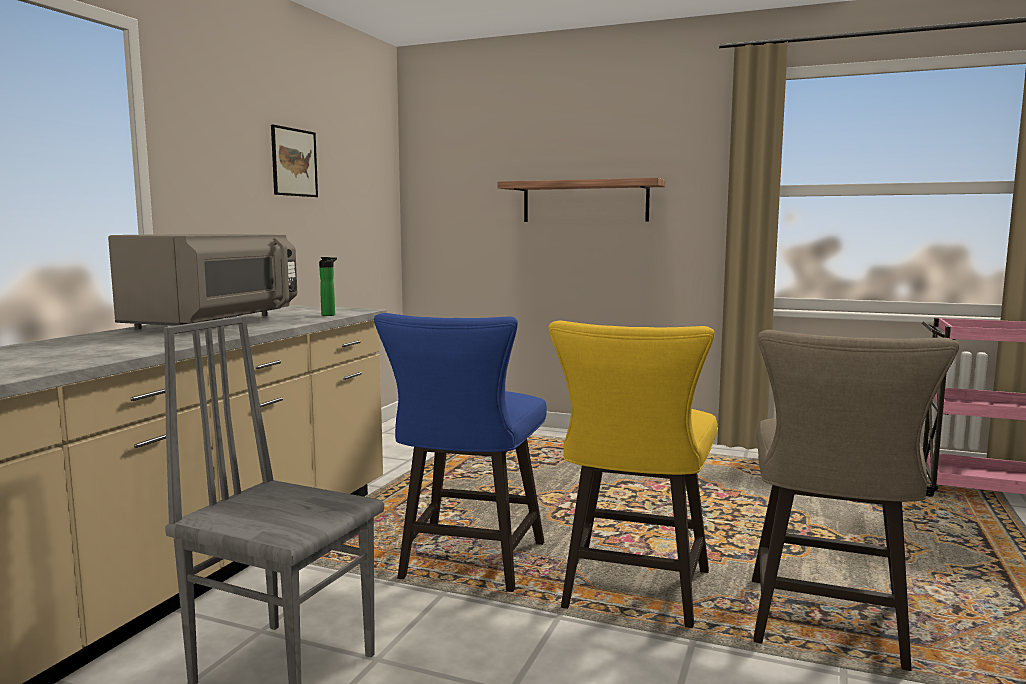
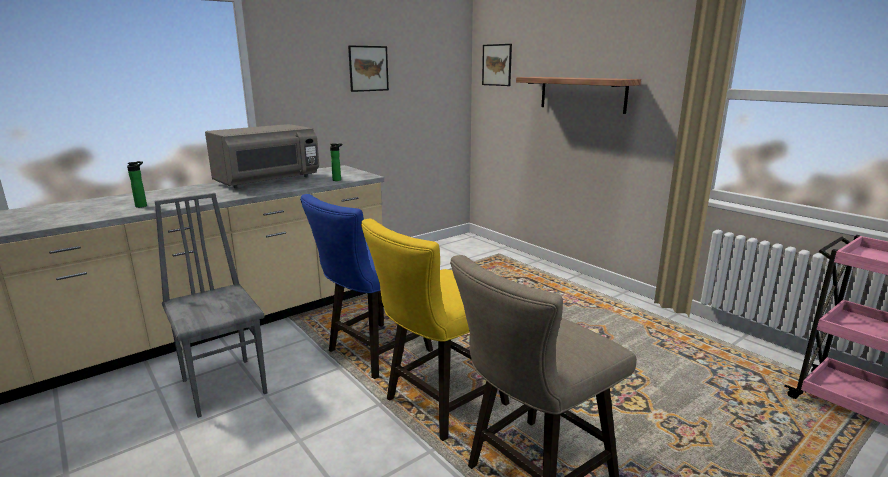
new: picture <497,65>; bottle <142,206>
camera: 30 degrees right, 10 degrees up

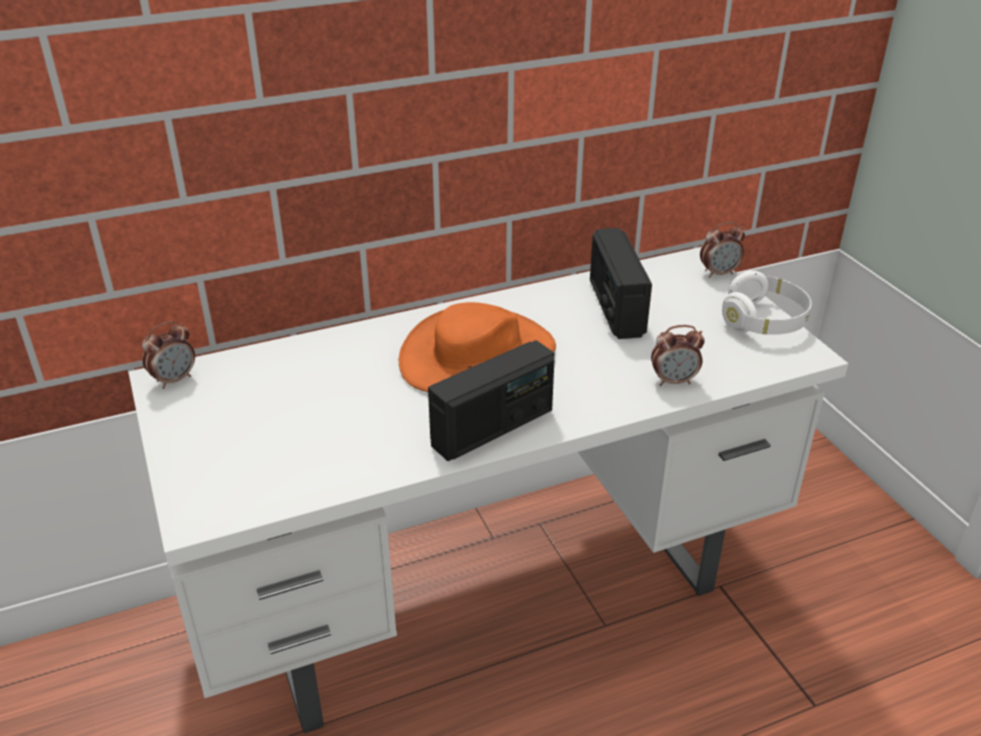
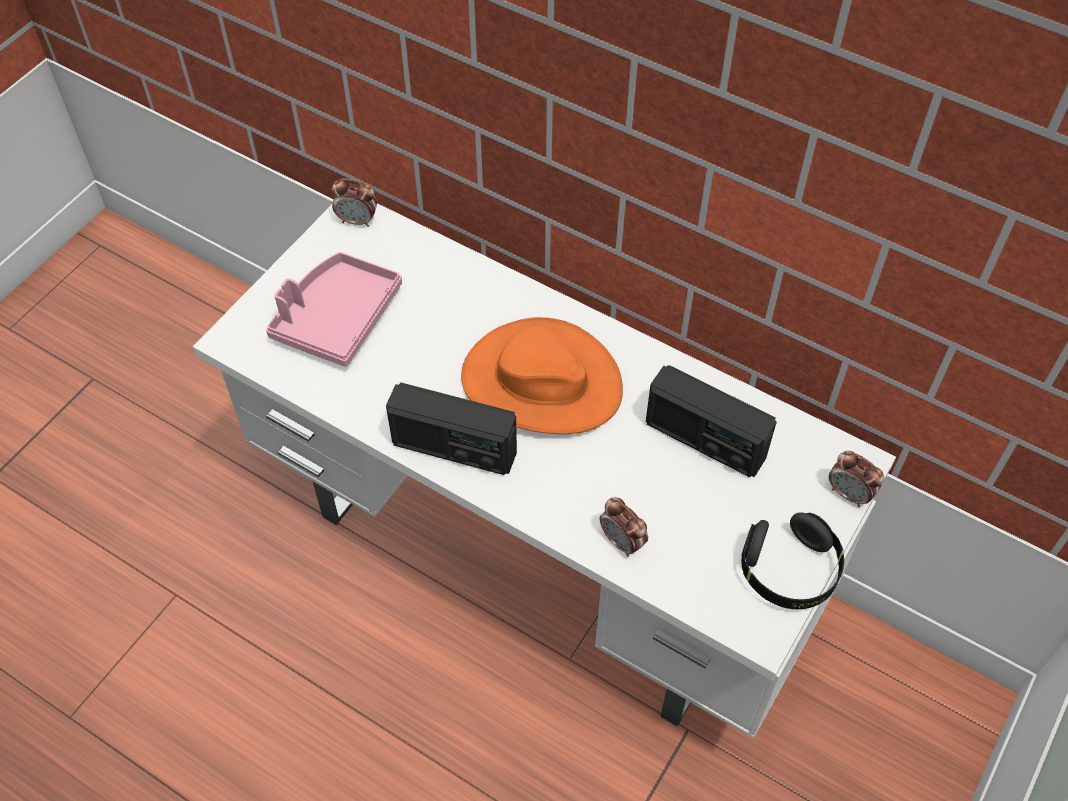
new: pink tray <337,318>
repainted: white headphones <763,321> to black headphones <789,571>
rotated: radio <615,308> = <704,440> 105 degrees counterclockwise
camera: 55 degrees right, 20 degrees up

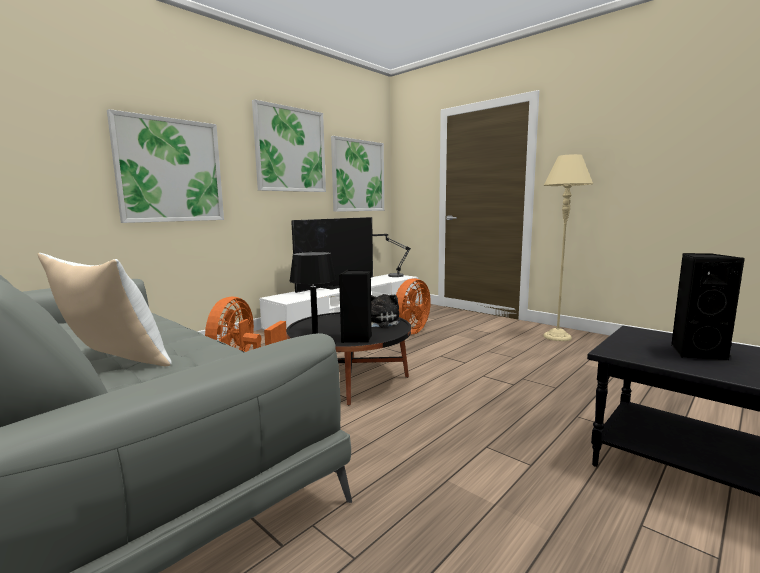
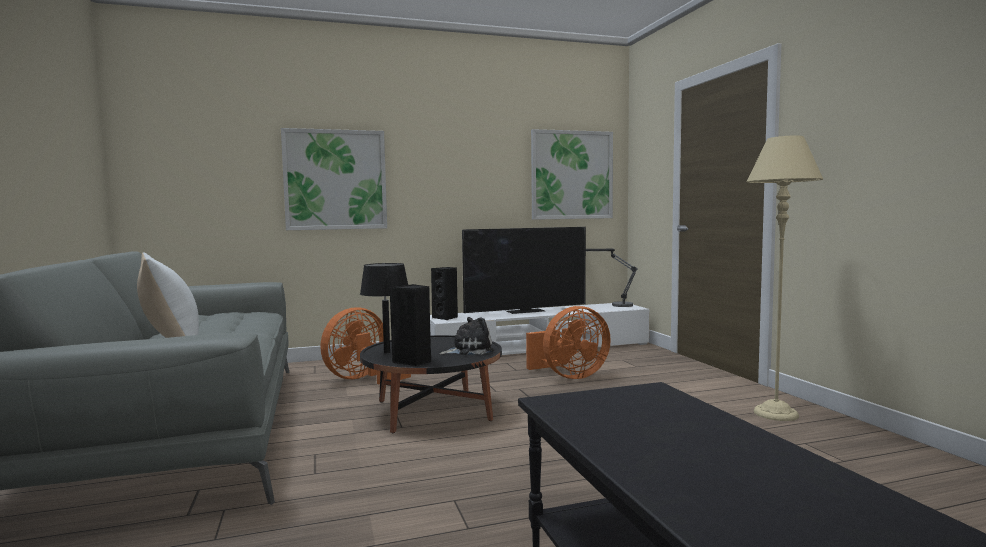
gone: picture <290,150>
shifted: black speaker <695,352> to <446,317>
camera: 30 degrees right, 5 degrees down

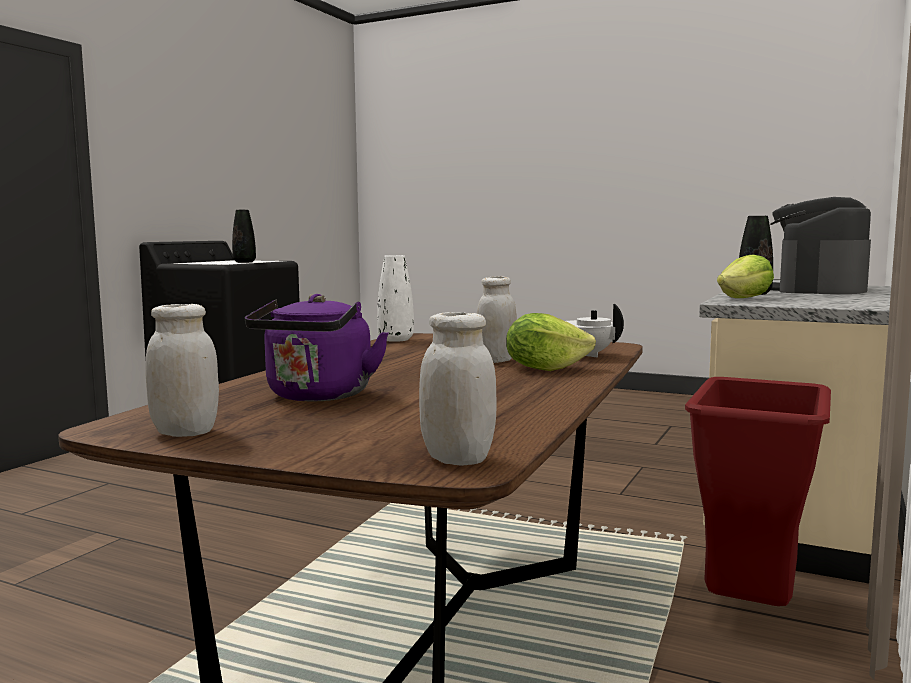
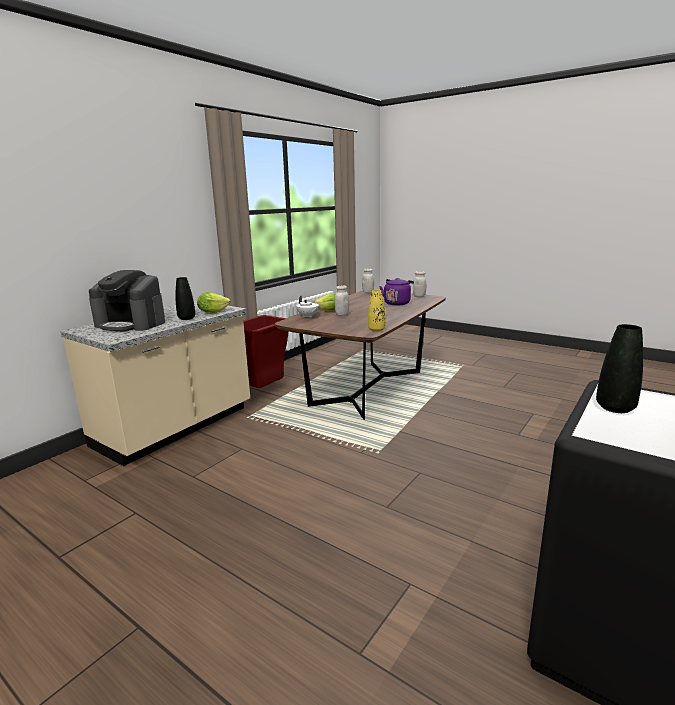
repainted: white vase <396,340> to yellow vase <376,330>
rotated: coffee machine <816,289> = <131,324> 75 degrees clockwise
camera: 170 degrees left, 10 degrees up

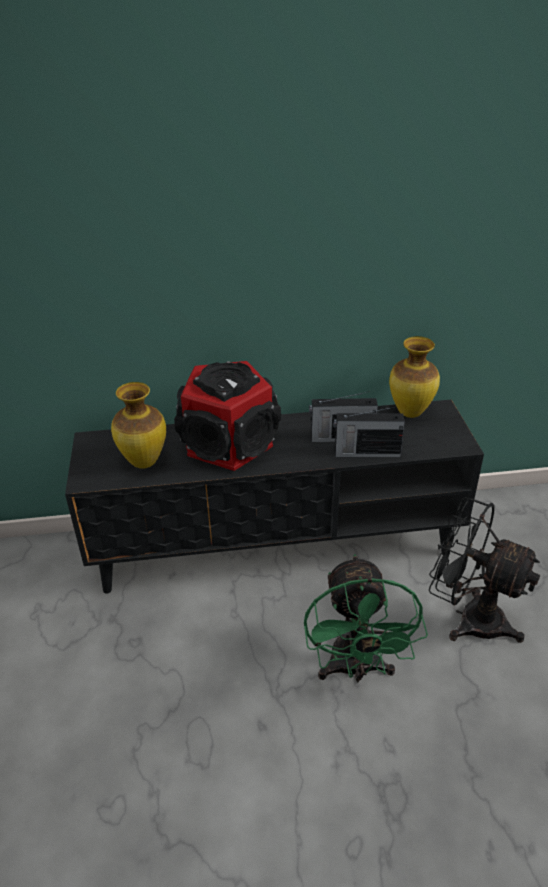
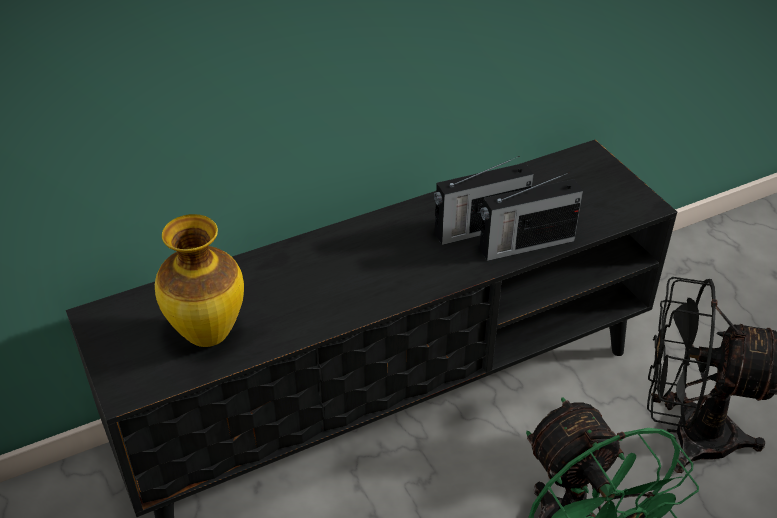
gone: vase <410,413>; speaker <229,443>
camera: 20 degrees left, 5 degrees up

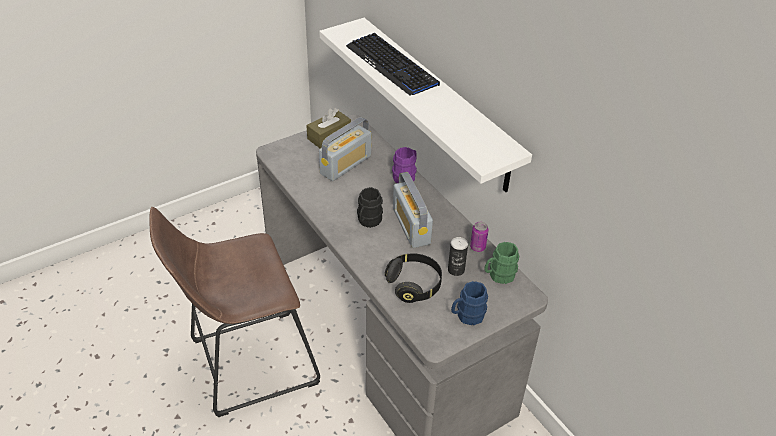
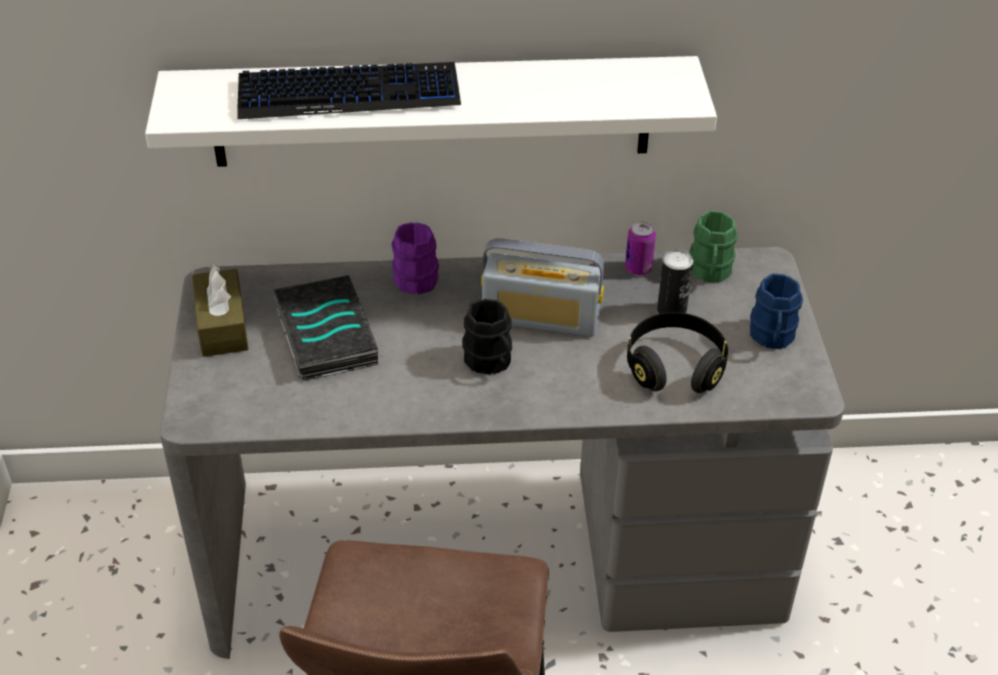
swapped: radio <346,165> to book <323,335>
camera: 60 degrees left, 0 degrees up

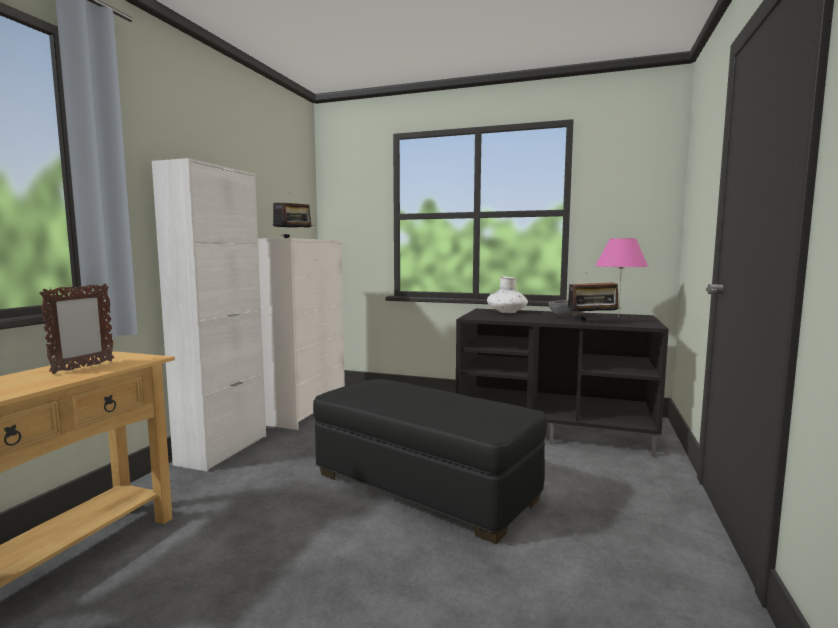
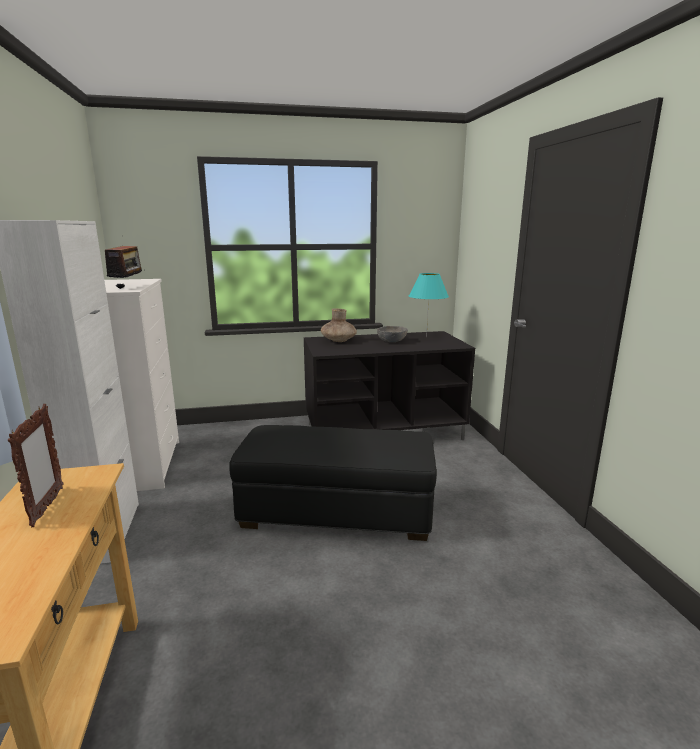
gone: radio <592,322>
repainted: pink table lamp <618,317> to turquoise table lamp <426,337>; white vase <507,312> to brown vase <338,340>
camera: 30 degrees left, 10 degrees up

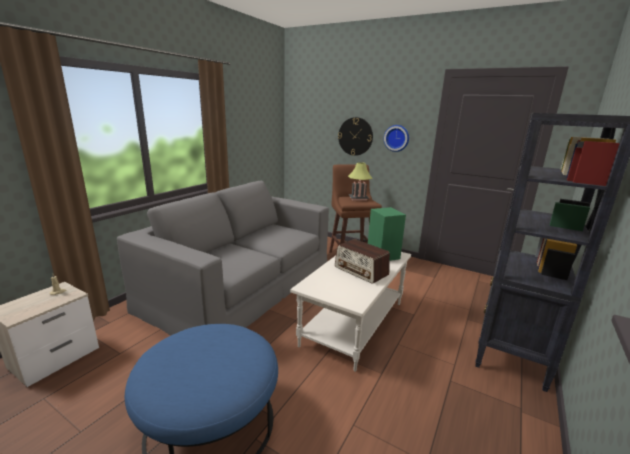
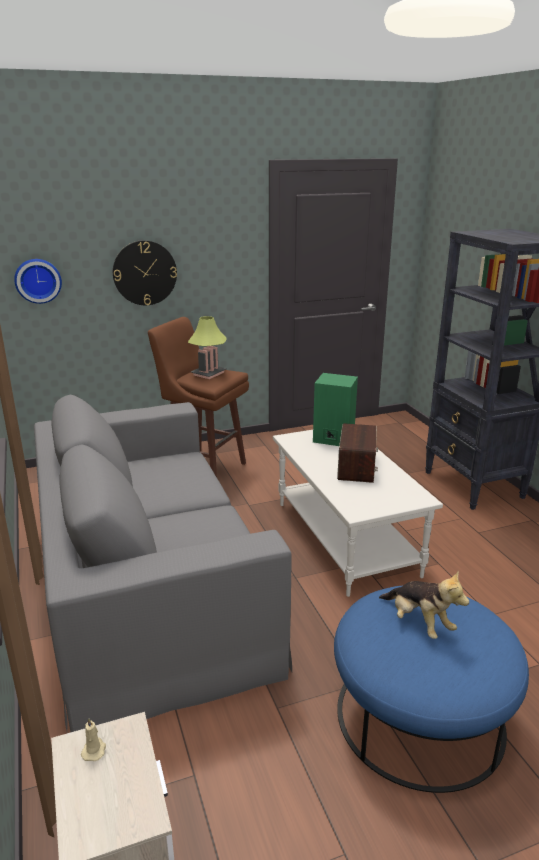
new: plush toy <419,623>
shifted: wall clock <396,138> to <38,280>
rotated: radio <361,271> = <356,466> 75 degrees counterclockwise
camera: 50 degrees left, 5 degrees up

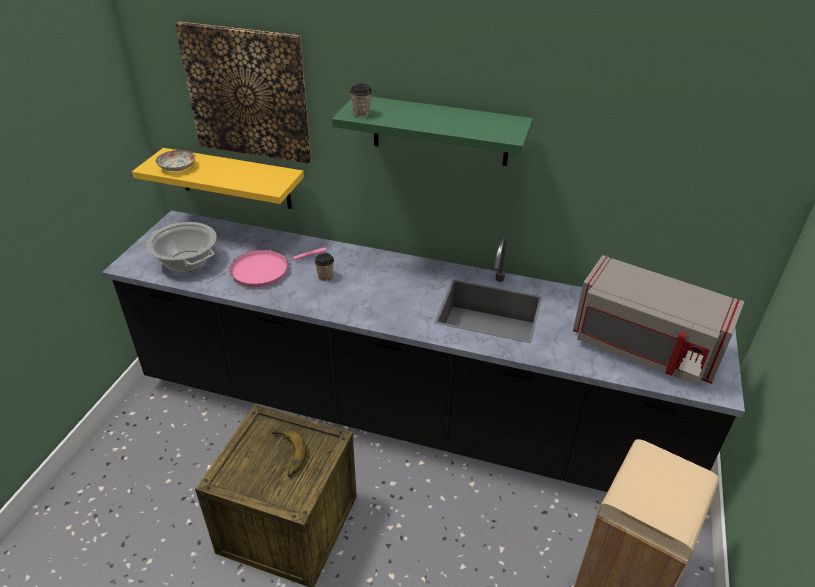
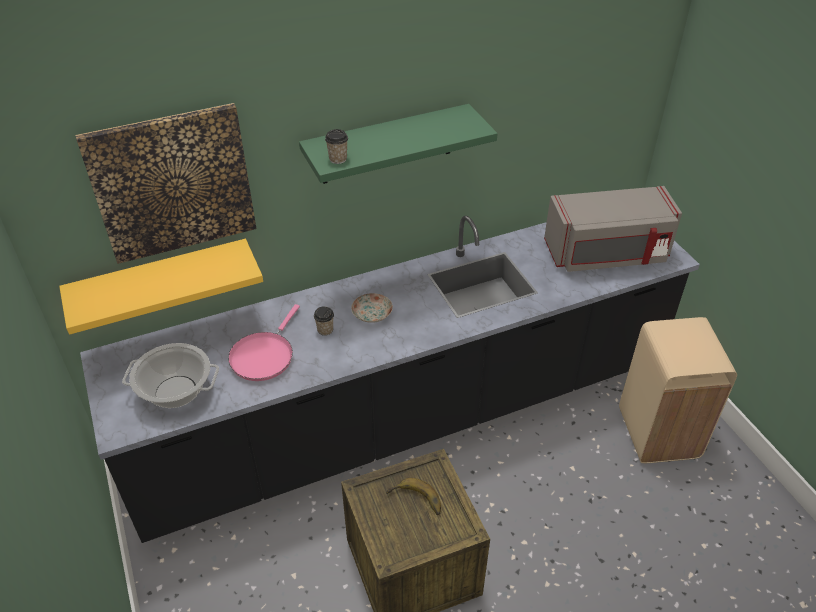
shifted: plate <178,167> to <372,314>
camera: 40 degrees left, 5 degrees up

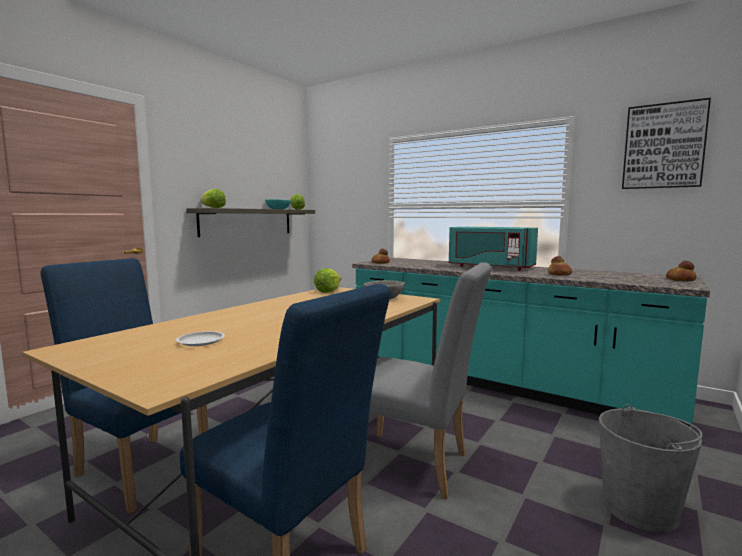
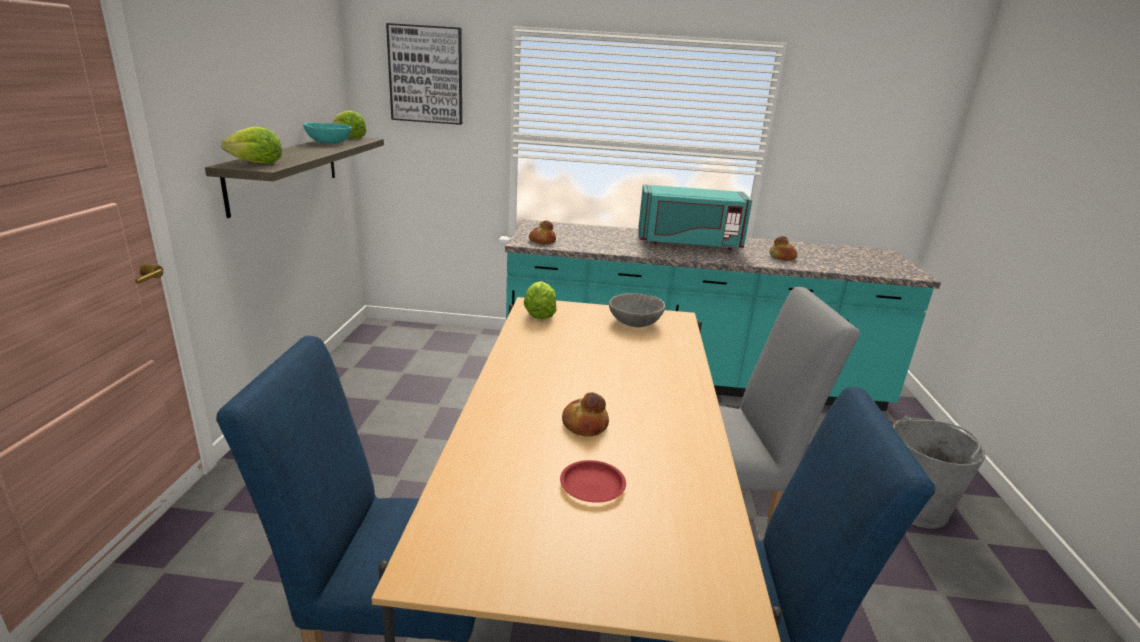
shifted: picture <663,146> to <426,75>; bread <680,280> to <584,424>
repainted: white plate <201,341> to red plate <592,485>
camera: 30 degrees left, 15 degrees up

